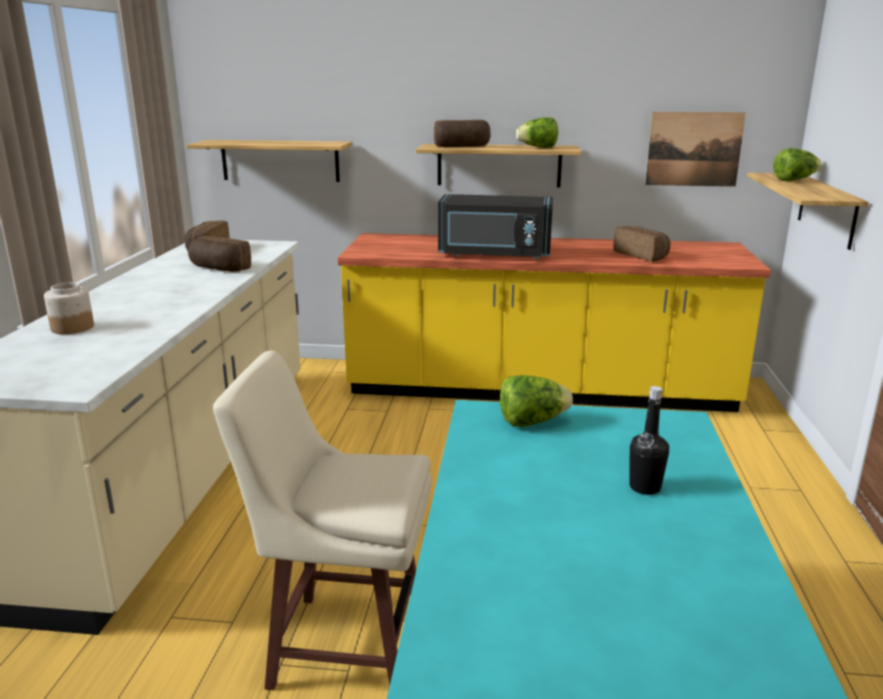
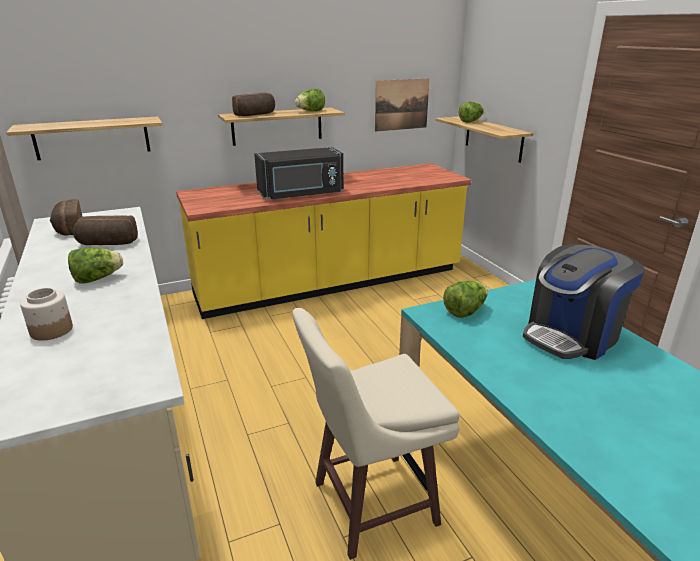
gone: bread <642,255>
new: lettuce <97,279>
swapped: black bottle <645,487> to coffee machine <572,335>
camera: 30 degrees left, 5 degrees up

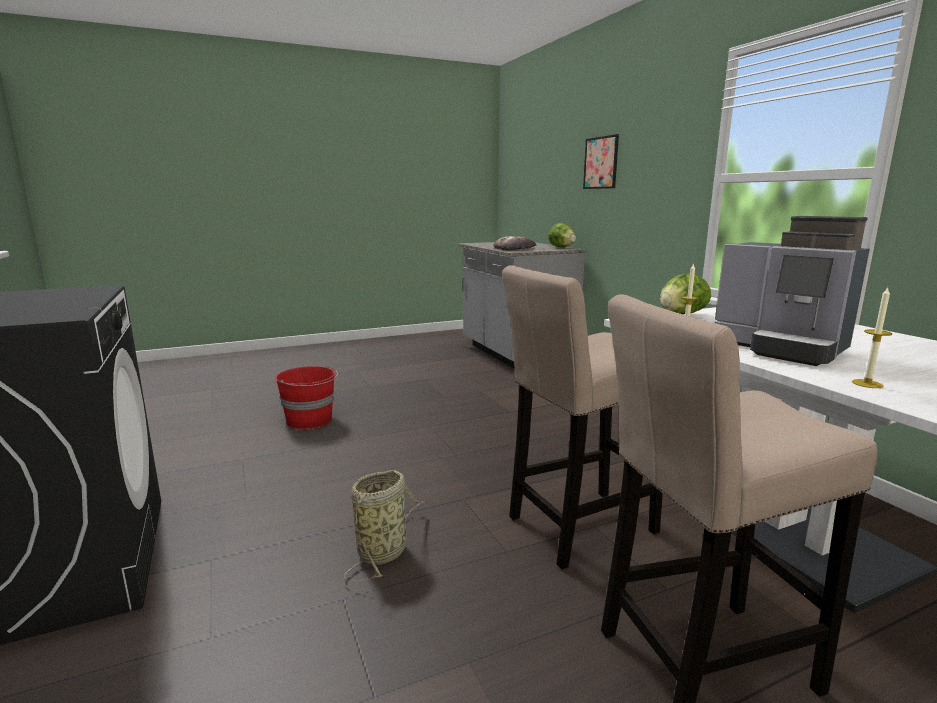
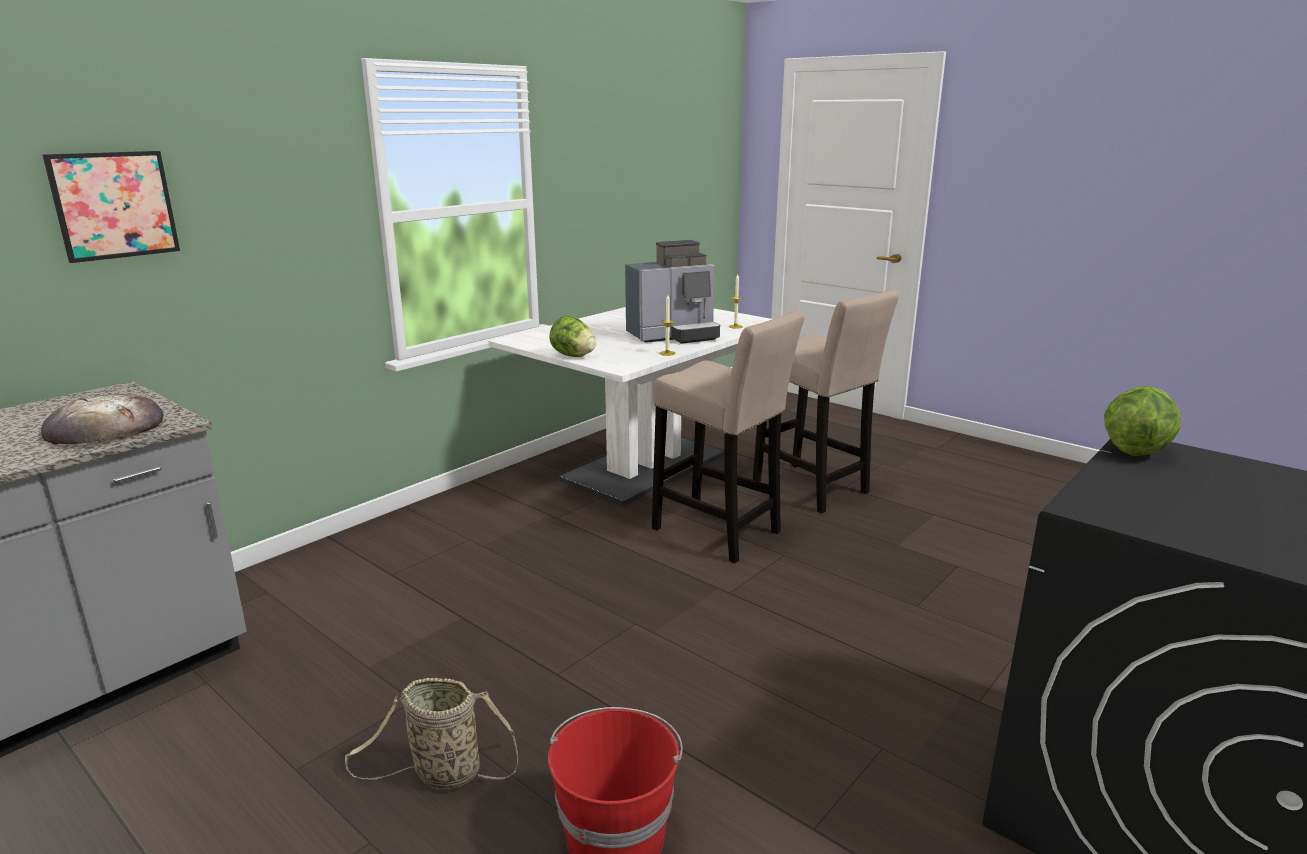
shifted: lettuce <561,247> to <1134,450>; basket <384,550> to <442,774>
rotated: coffee machine <782,348> = <674,336> 45 degrees clockwise
camera: 115 degrees left, 5 degrees up

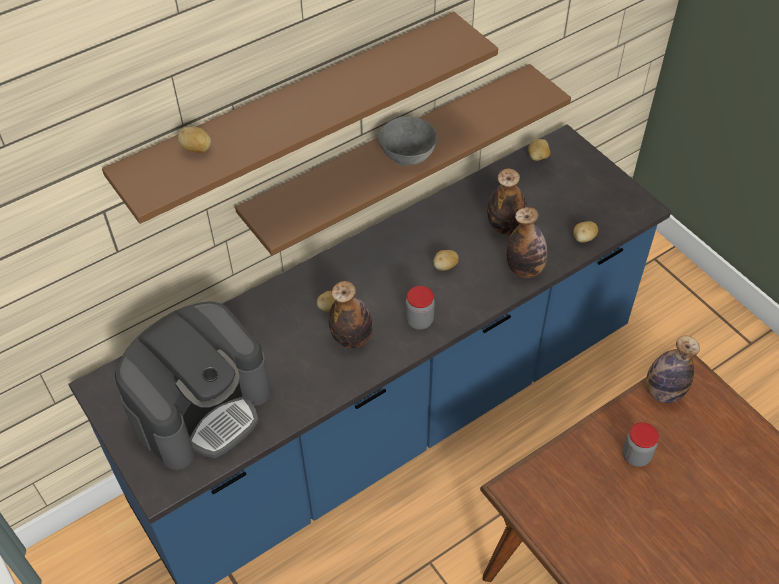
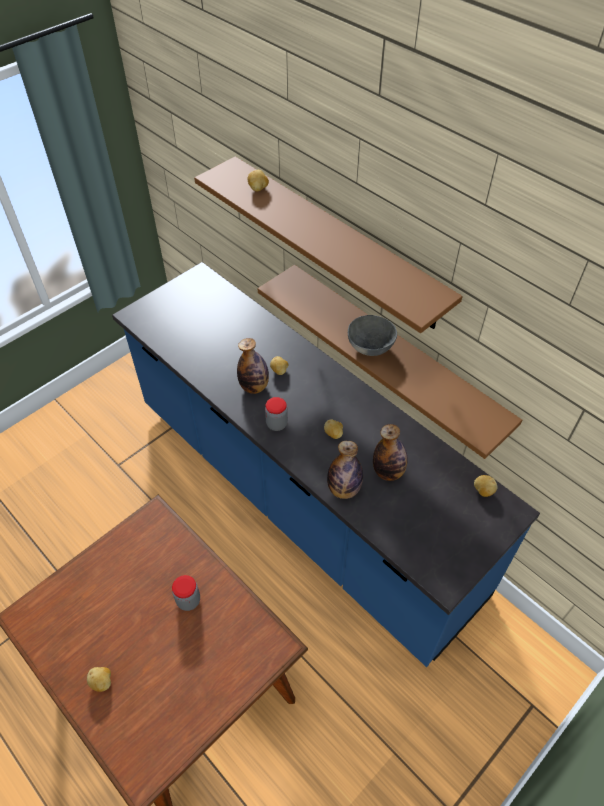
gone: coffee machine <202,407>; bottle <663,392>
shifted: potato <583,238> to <102,682>
camera: 80 degrees right, 0 degrees up

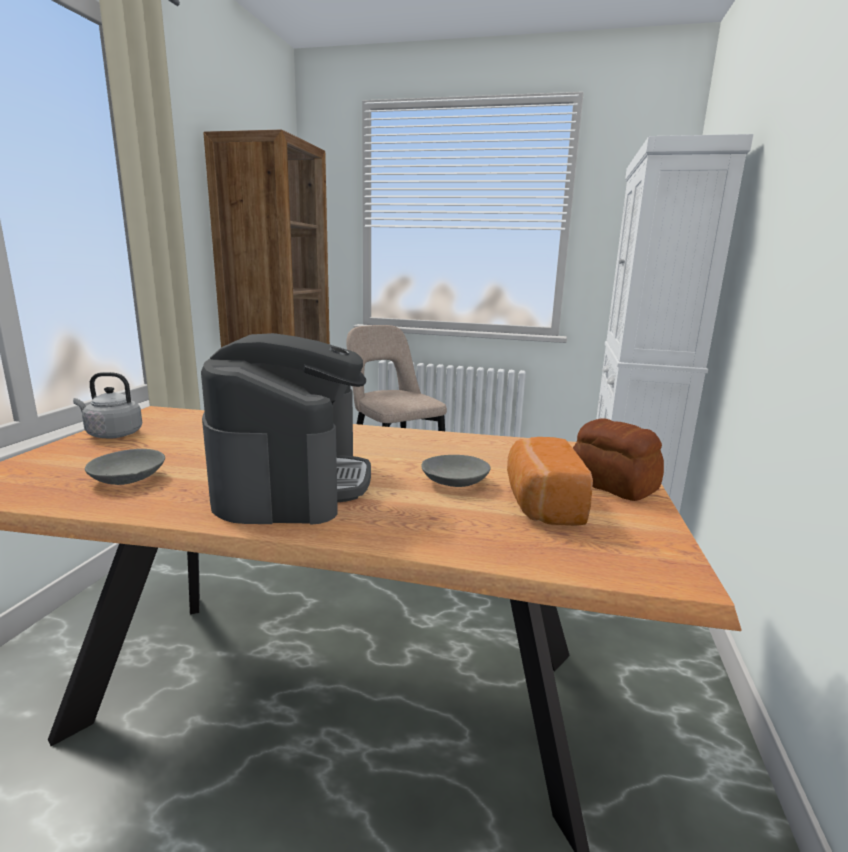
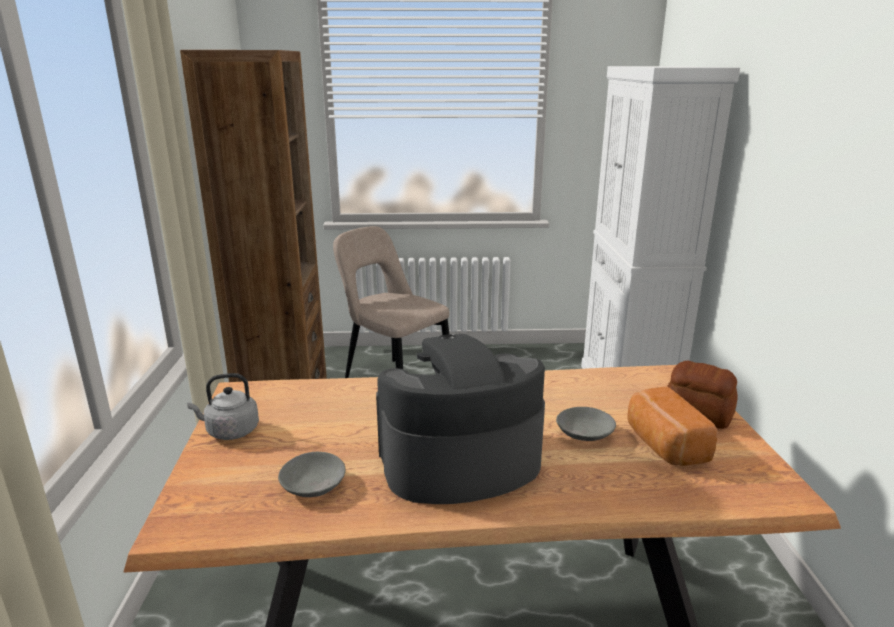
rotated: coffee machine <292,482> = <459,460> 90 degrees counterclockwise
camera: 15 degrees left, 5 degrees up

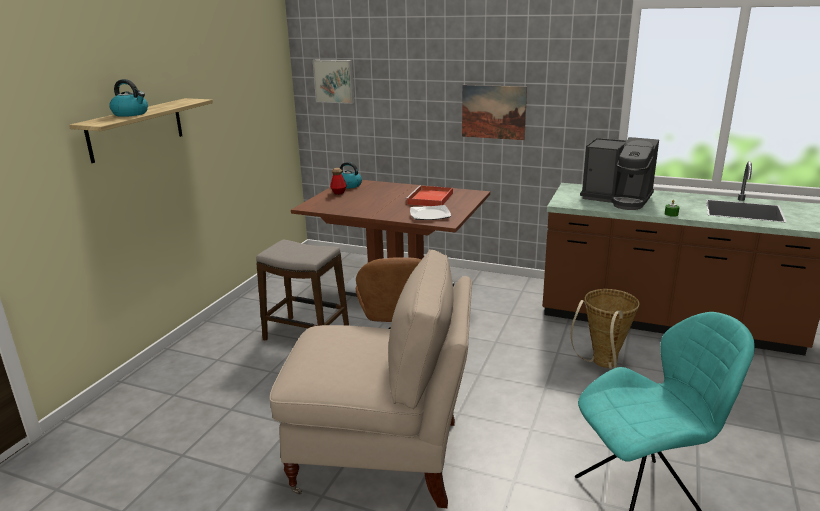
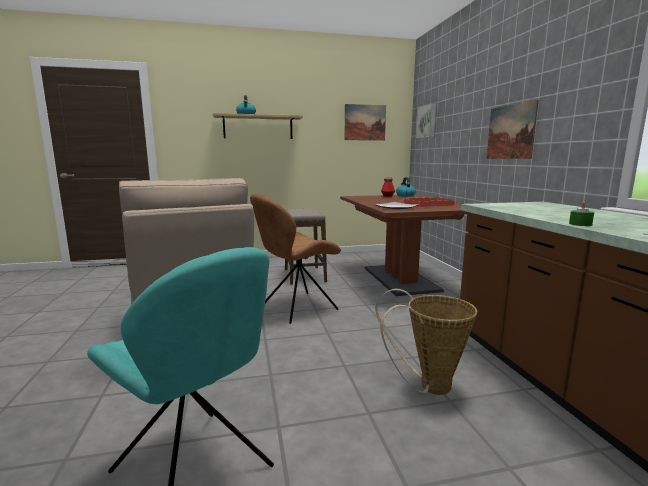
gone: coffee machine <618,199>
new: picture <365,122>
camera: 55 degrees right, 10 degrees down

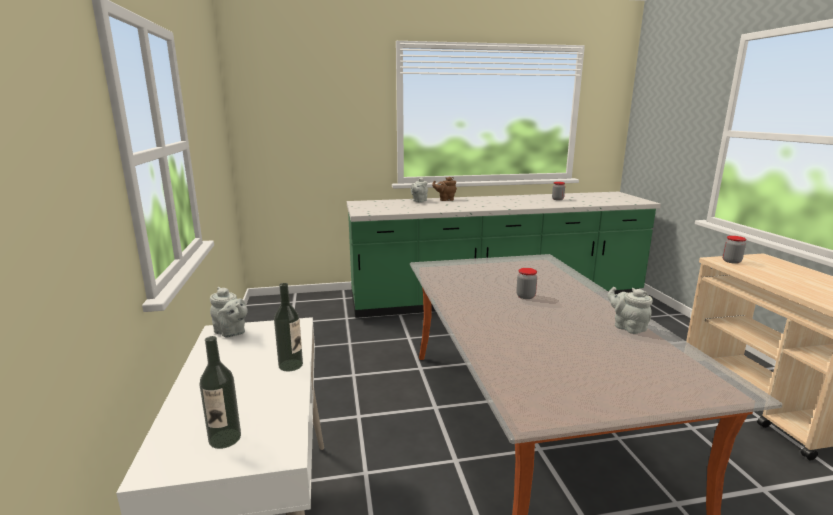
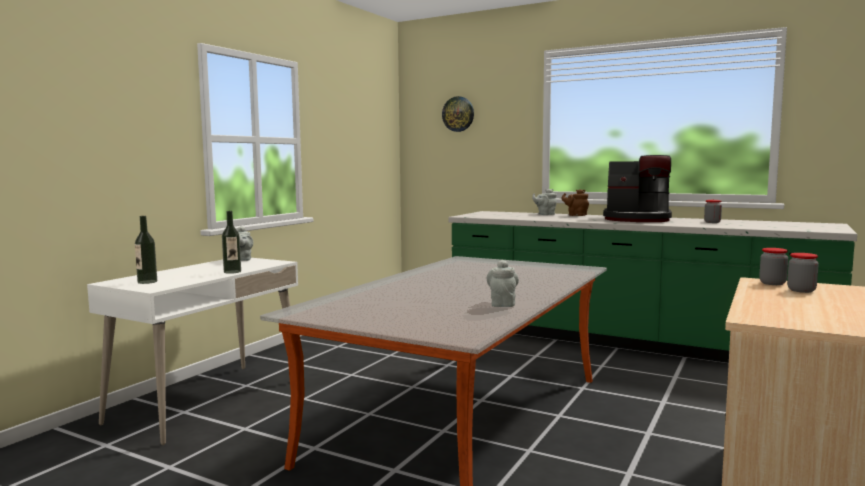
new: wall clock <458,114>; coffee machine <637,219>
shifted: jar <525,296> to <801,290>
camera: 40 degrees right, 10 degrees down

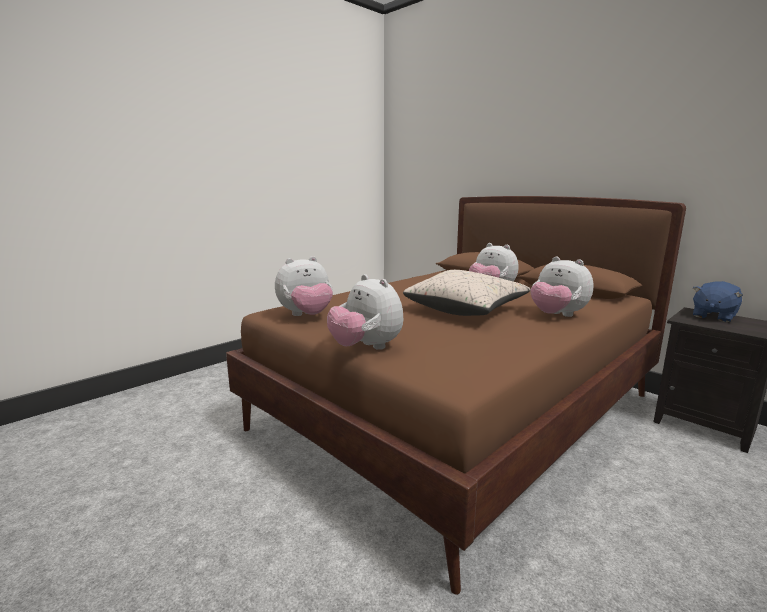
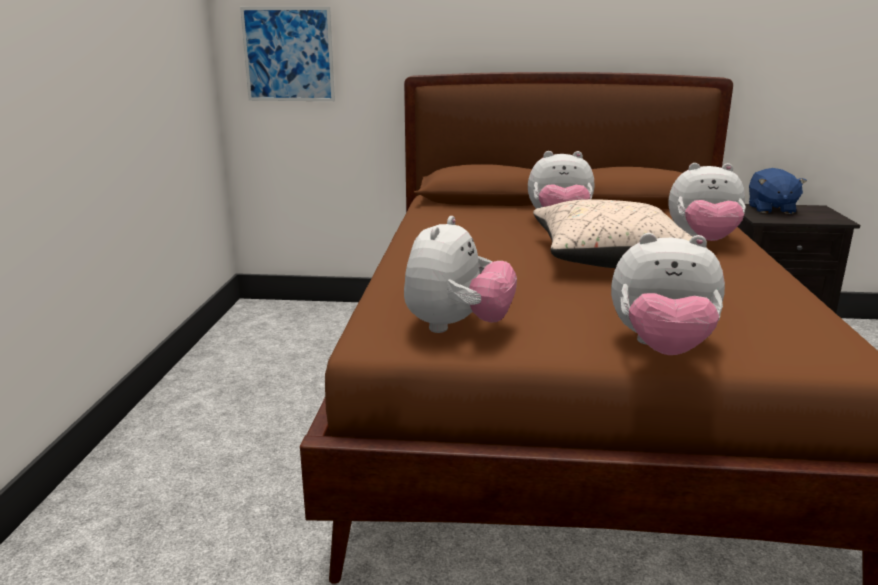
new: picture <288,54>
camera: 40 degrees left, 5 degrees up

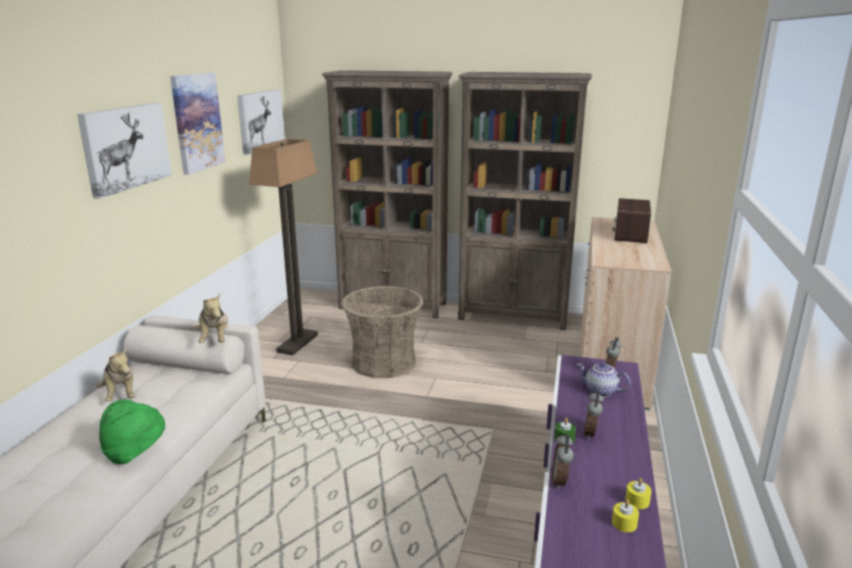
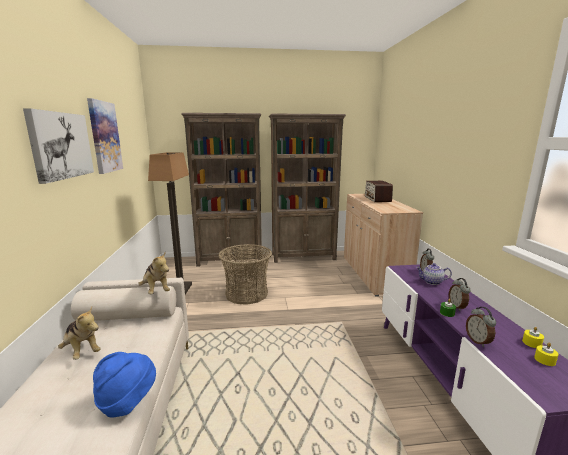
gone: picture <260,120>
repainted: green hat <135,453> to blue hat <128,401>
camera: 20 degrees left, 5 degrees down

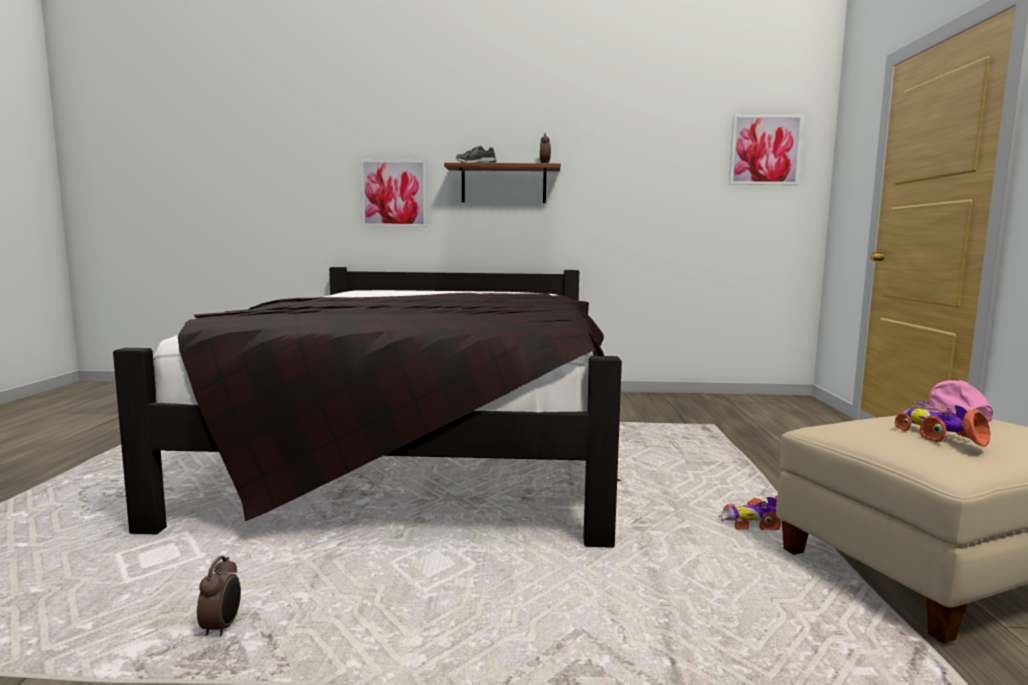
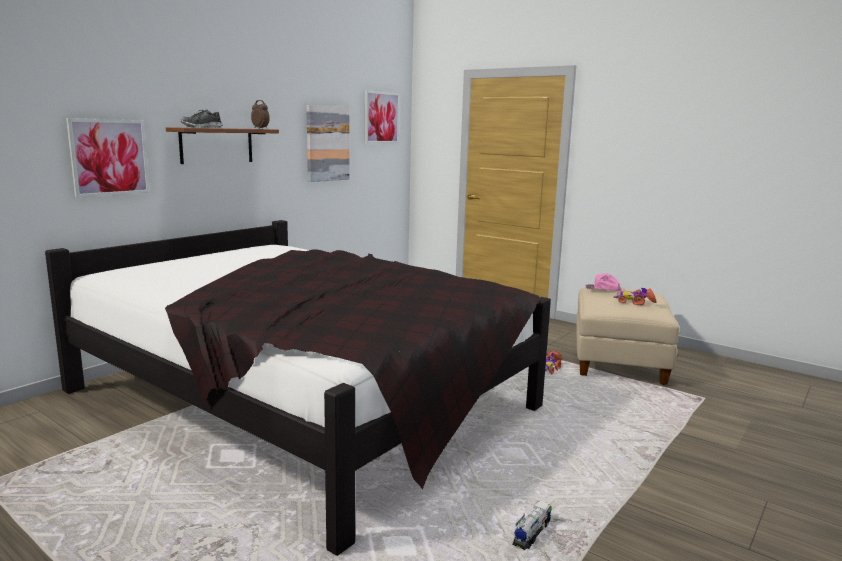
new: picture <327,143>
swapped: alarm clock <222,627> to toy truck <531,534>
camera: 55 degrees left, 5 degrees up

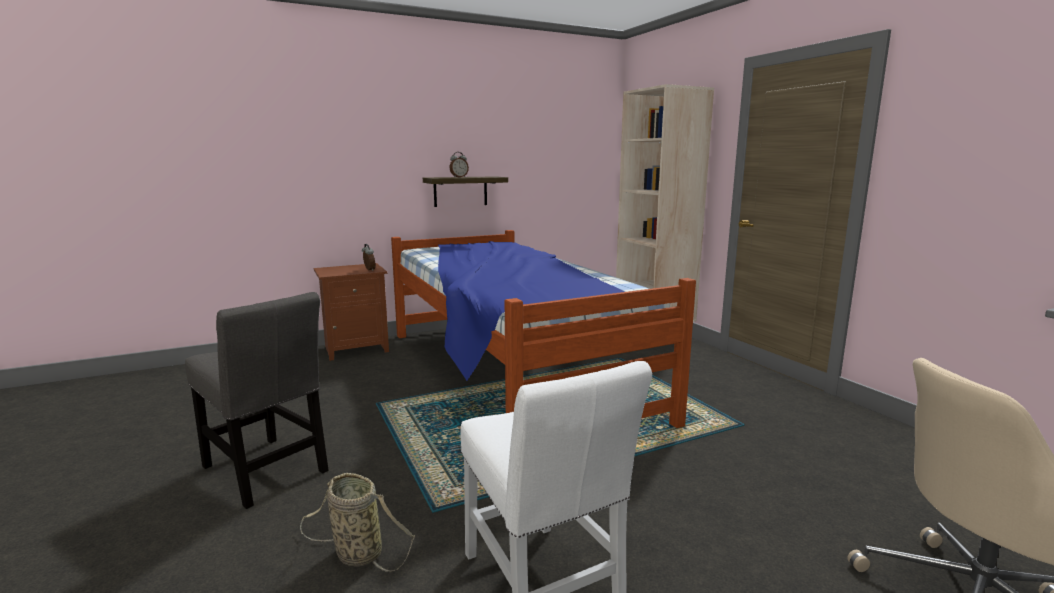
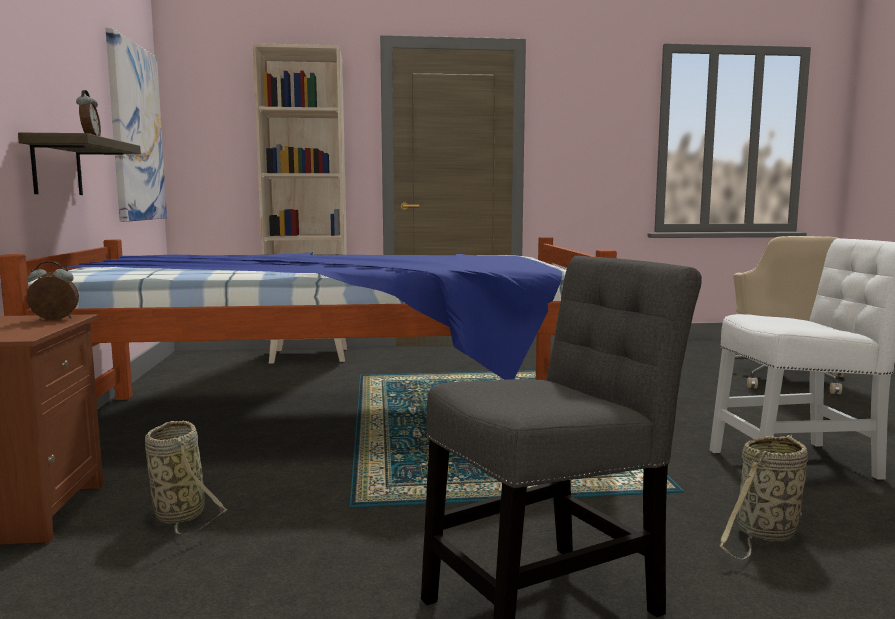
new: picture <136,133>; basket <179,513>
camera: 70 degrees left, 5 degrees down

